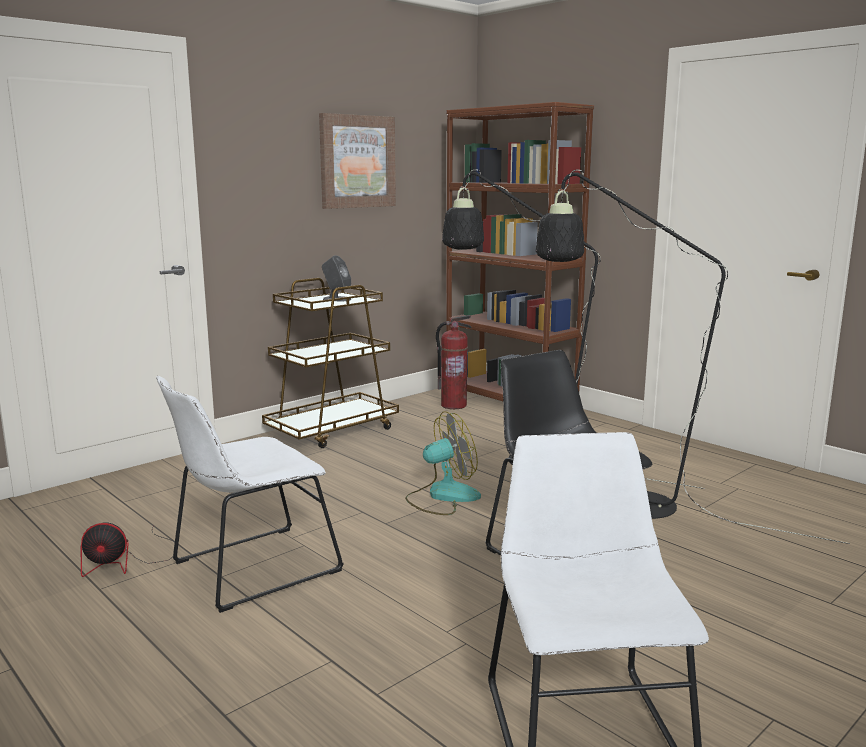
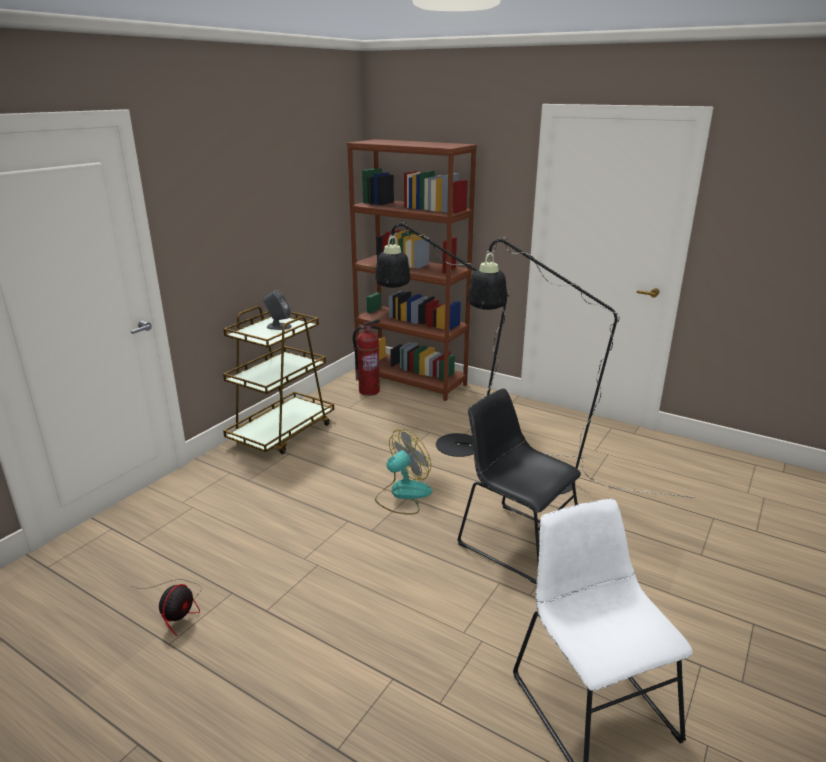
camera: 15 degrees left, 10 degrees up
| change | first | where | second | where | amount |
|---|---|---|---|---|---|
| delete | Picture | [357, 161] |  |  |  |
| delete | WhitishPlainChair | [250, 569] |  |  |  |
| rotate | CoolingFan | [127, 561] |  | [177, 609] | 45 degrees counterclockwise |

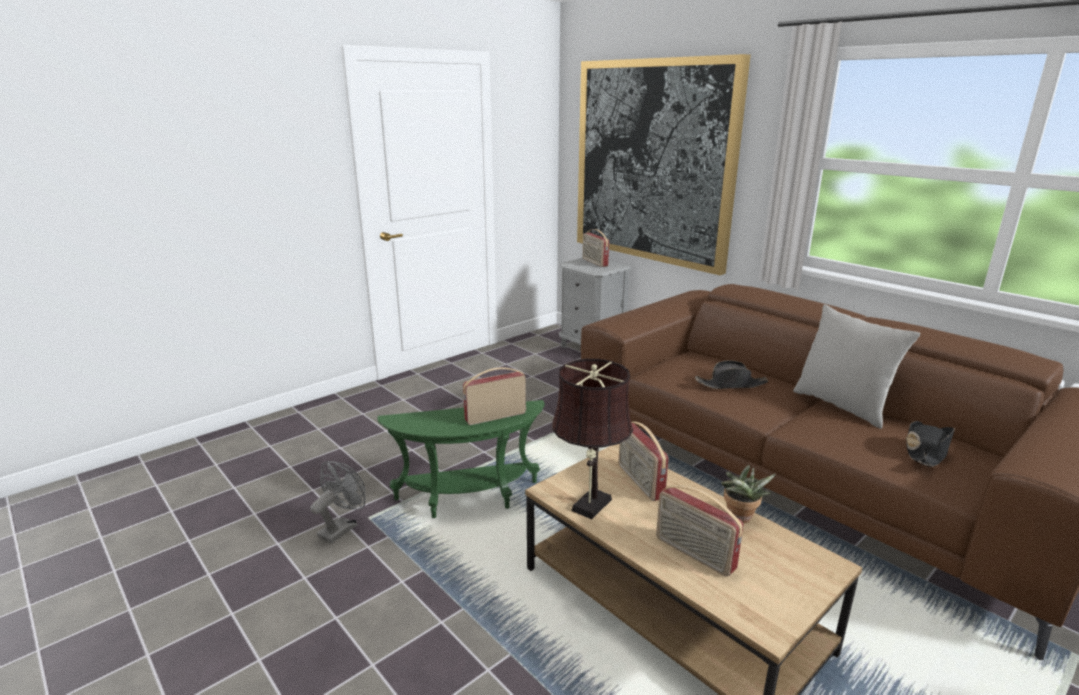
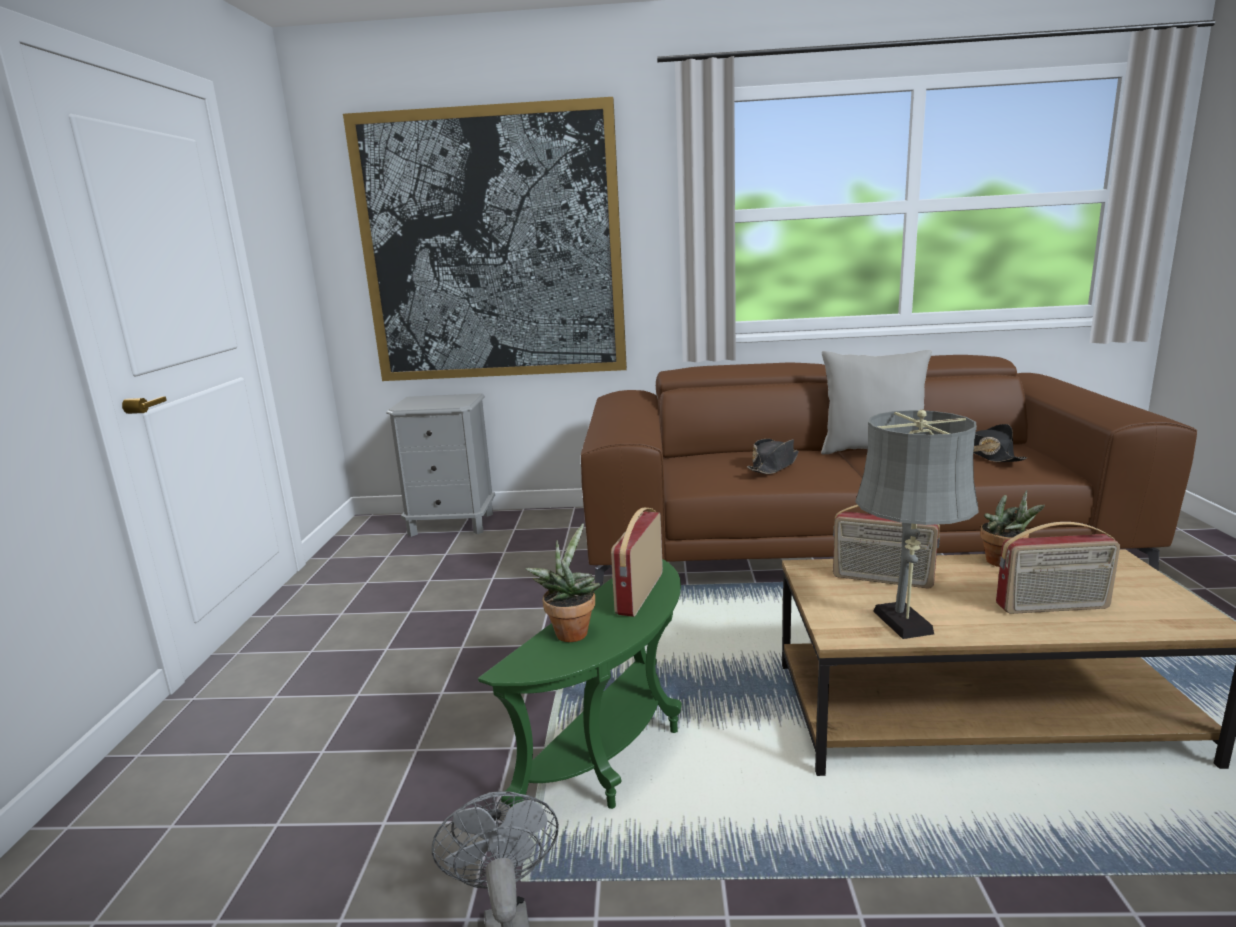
camera: 45 degrees left, 5 degrees down
| change | first | where | second | where | amount |
|---|---|---|---|---|---|
| delete | Radio | [594, 262] |  |  |  |
| recolor | BrownColouredLampForATable | [589, 507] | GreyLampForATable | [906, 625] |  |
| insert |  |  | Houseplant | [570, 631] |  |

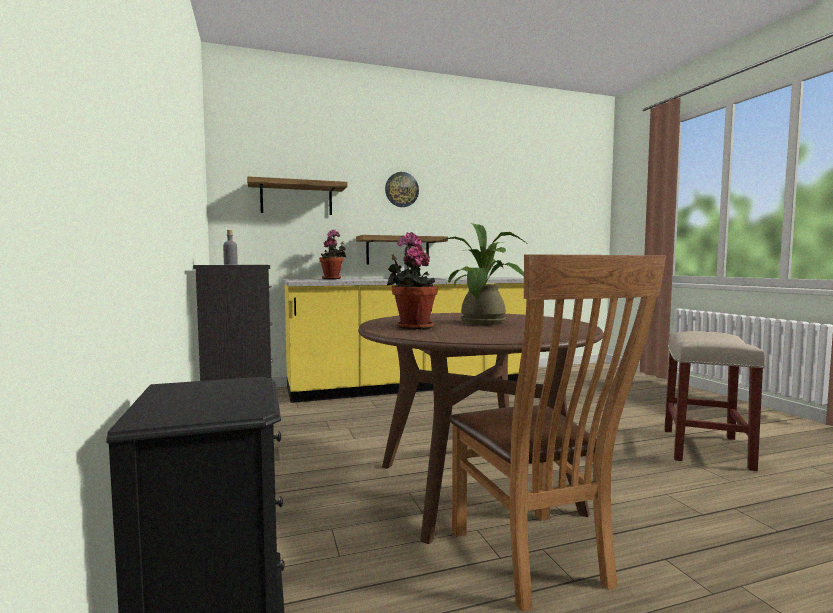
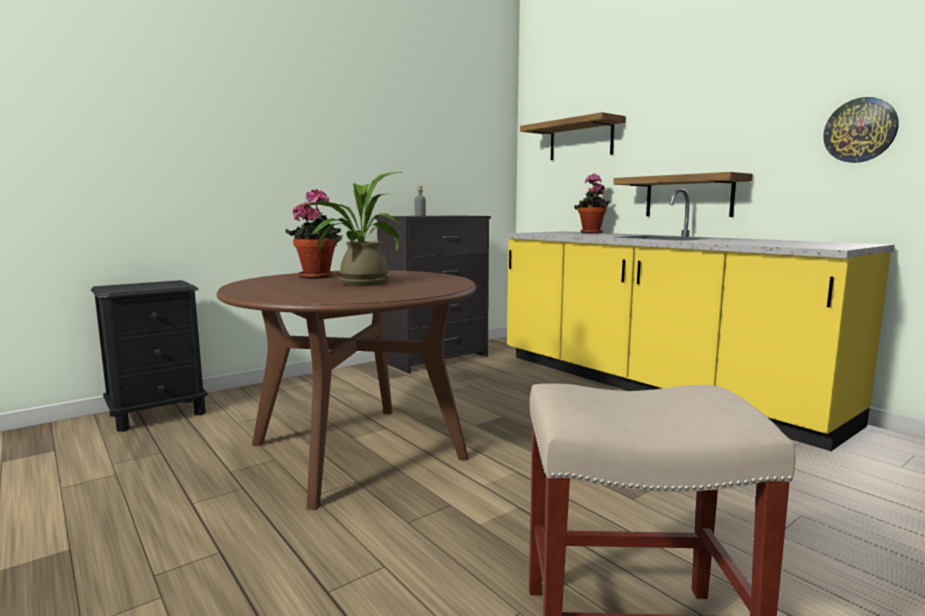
camera: 70 degrees right, 5 degrees up
| change | first | where | second | where | amount |
|---|---|---|---|---|---|
| move | ClockOnTheWall | [401, 189] |  | [860, 130] |  |
| delete | BrownColouredPlainChair | [535, 561] |  |  |  |

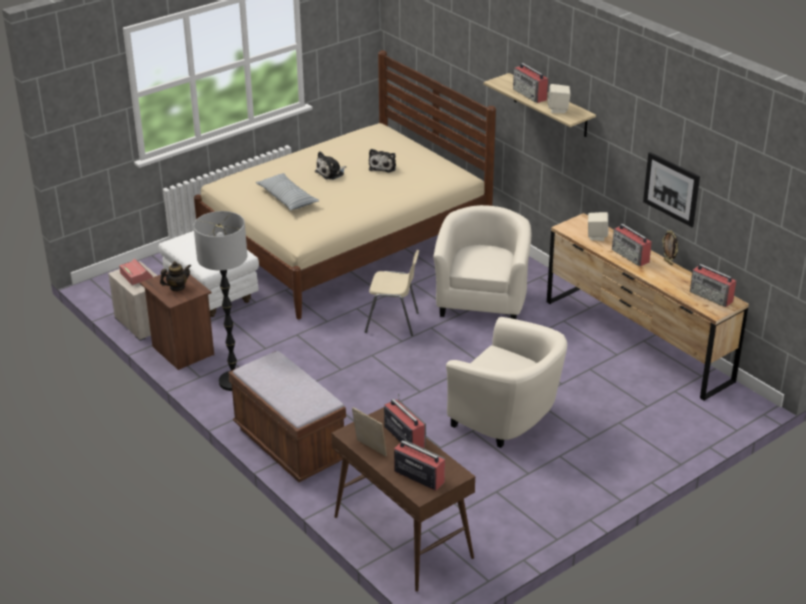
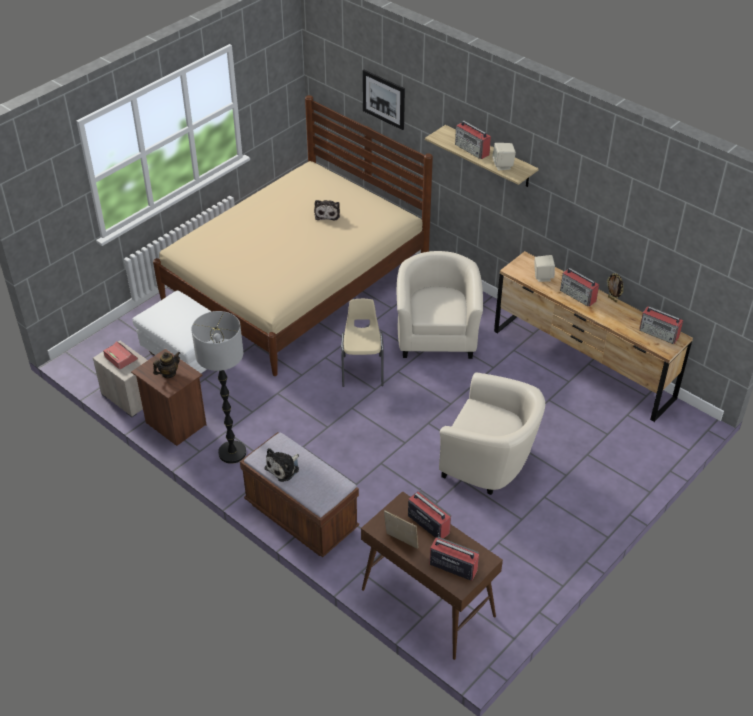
camera: 10 degrees left, 10 degrees up
| change | first | where | second | where | amount |
|---|---|---|---|---|---|
| move | CuddlyToy | [331, 173] |  | [284, 468] |  |
| move | Picture | [671, 189] |  | [383, 99] |  |
| delete | Pillow | [287, 198] |  |  |  |
| rotate | SandColouredPlainChair | [393, 323] |  | [362, 370] | 90 degrees counterclockwise |

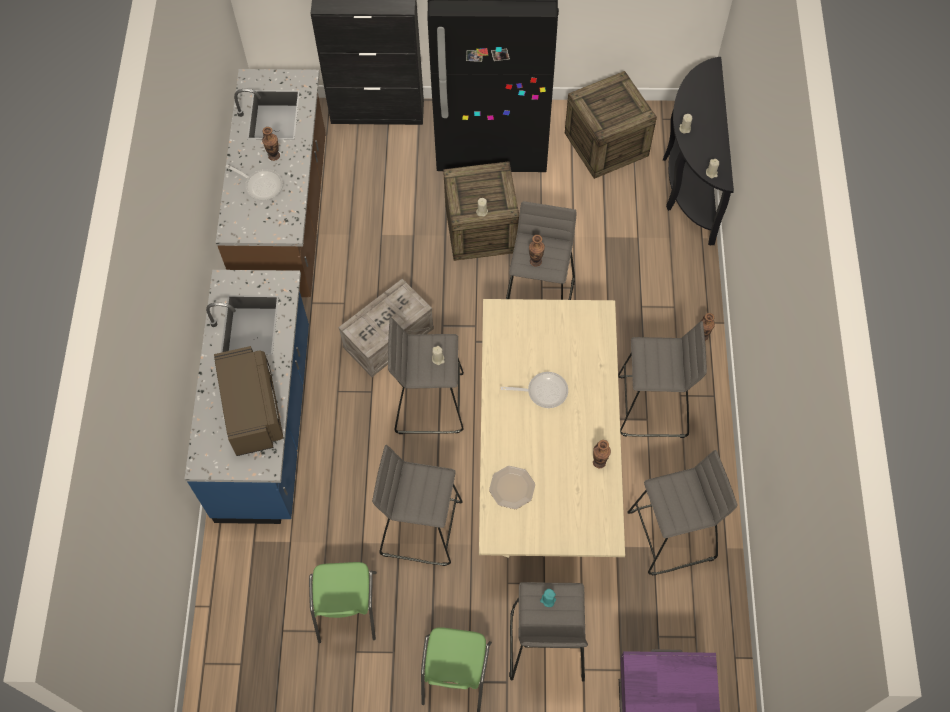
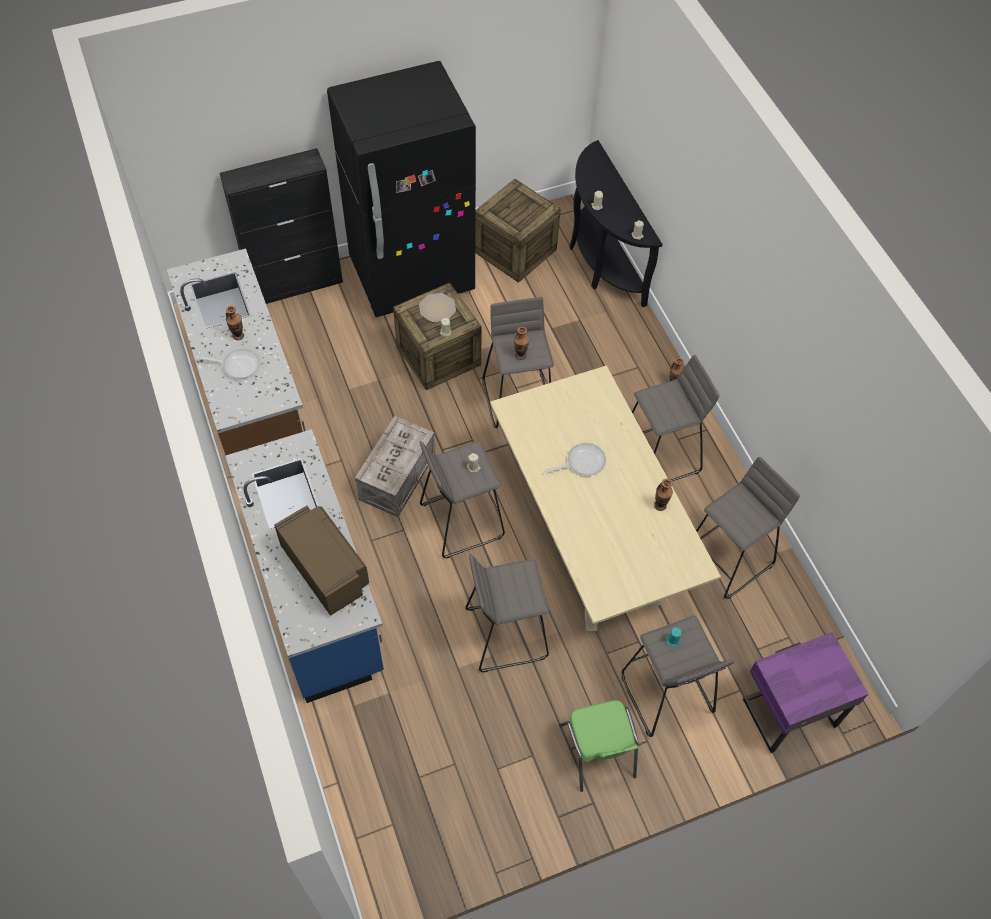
camera: 25 degrees left, 5 degrees down
| change | first | where | second | where | amount |
|---|---|---|---|---|---|
| move | Plate | [512, 488] |  | [437, 308] |  |
| delete | GreenColouredPlainChair | [346, 608] |  |  |  |

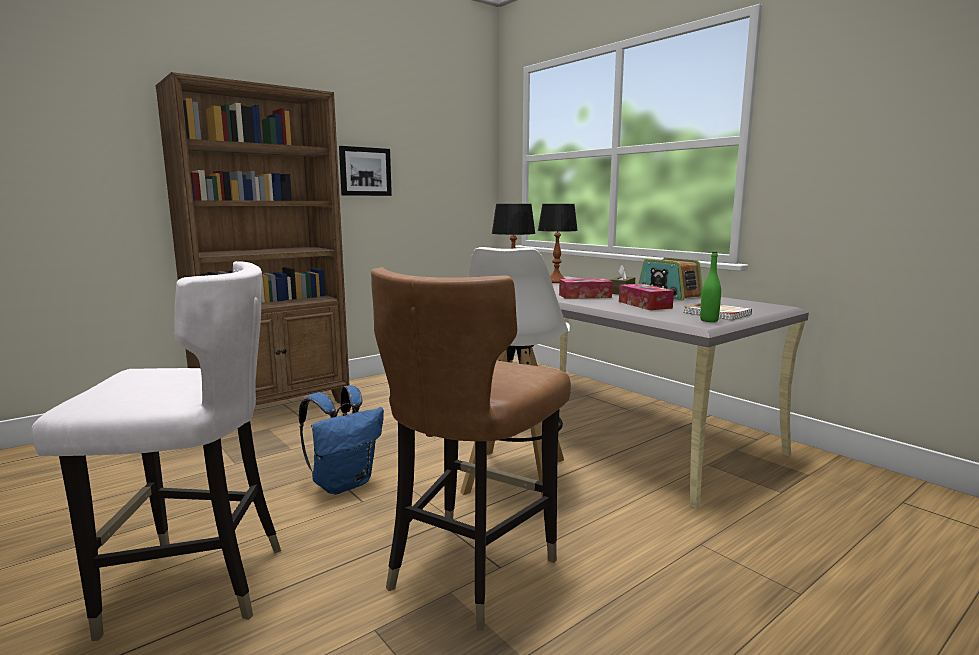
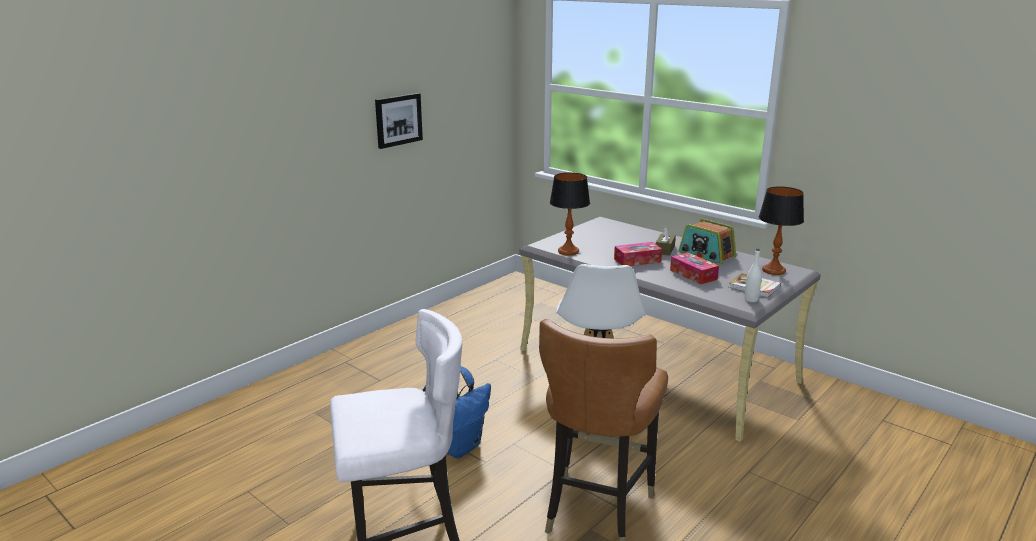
camera: 10 degrees left, 10 degrees up
| change | first | where | second | where | amount |
|---|---|---|---|---|---|
| delete | BrownColouredShelvingUnit | [274, 407] |  |  |  |
| move | LampForATable | [556, 281] |  | [773, 270] |  |
| recolor | GreenColouredBeverageBottle | [709, 320] | WhitishBeverageBottle | [751, 299] |  |

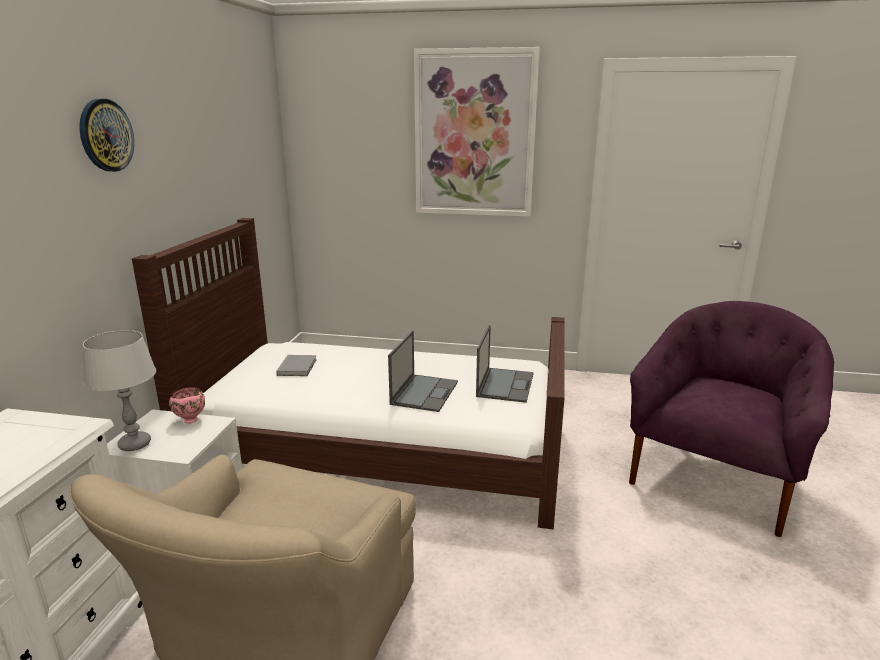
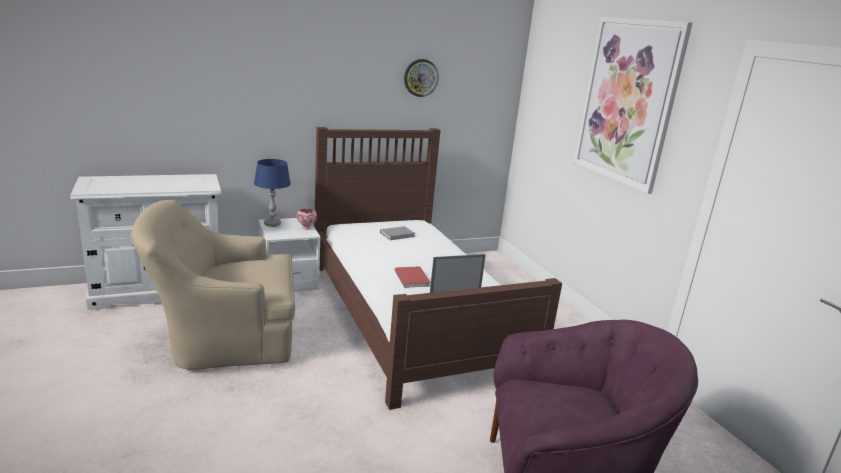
camera: 55 degrees right, 0 degrees up
| change | first | where | second | where | amount |
|---|---|---|---|---|---|
| move | ClockOnTheWall | [106, 135] |  | [420, 77] |  |
| recolor | GreyLampForATable | [135, 444] | BluishLampForATable | [272, 224] |  |
| replace | Laptop | [424, 392] | RedBook | [413, 278] |  |

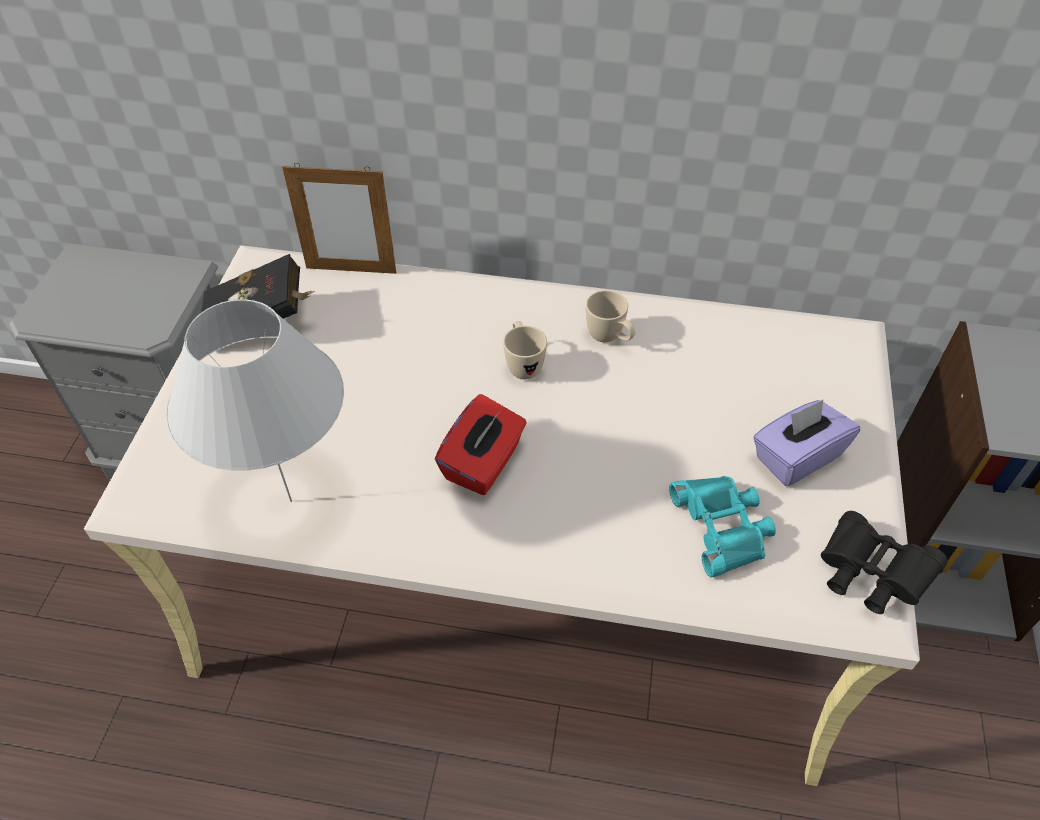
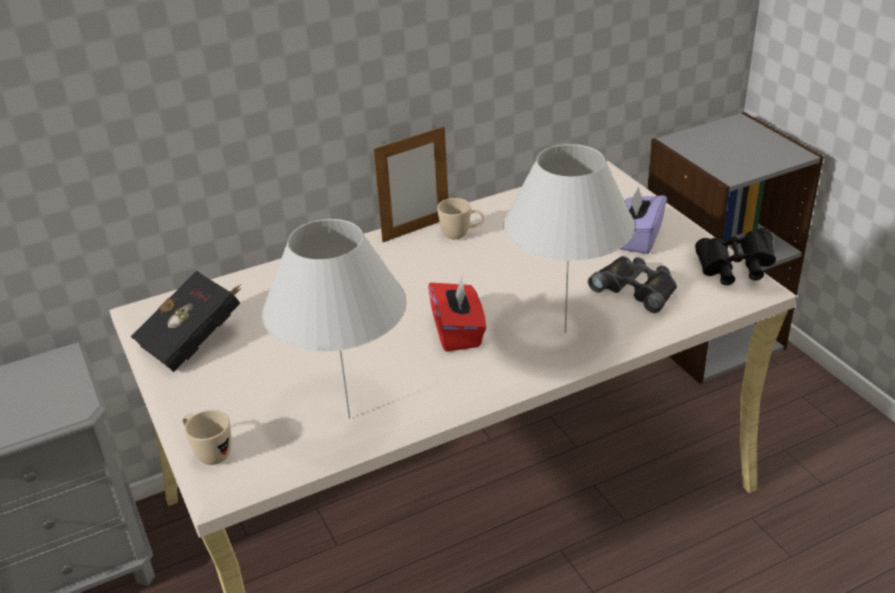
camera: 35 degrees left, 15 degrees down
| change | first | where | second | where | amount |
|---|---|---|---|---|---|
| move | StandingFrame | [351, 270] |  | [416, 229] |  |
| move | SandColouredCoffeeMug | [522, 364] |  | [209, 453] |  |
| recolor | TurquoiseColouredBinoculars | [723, 526] | BlackBinoculars | [636, 288] |  |
| insert |  |  | WhitishLampForATable | [564, 332] |  |

